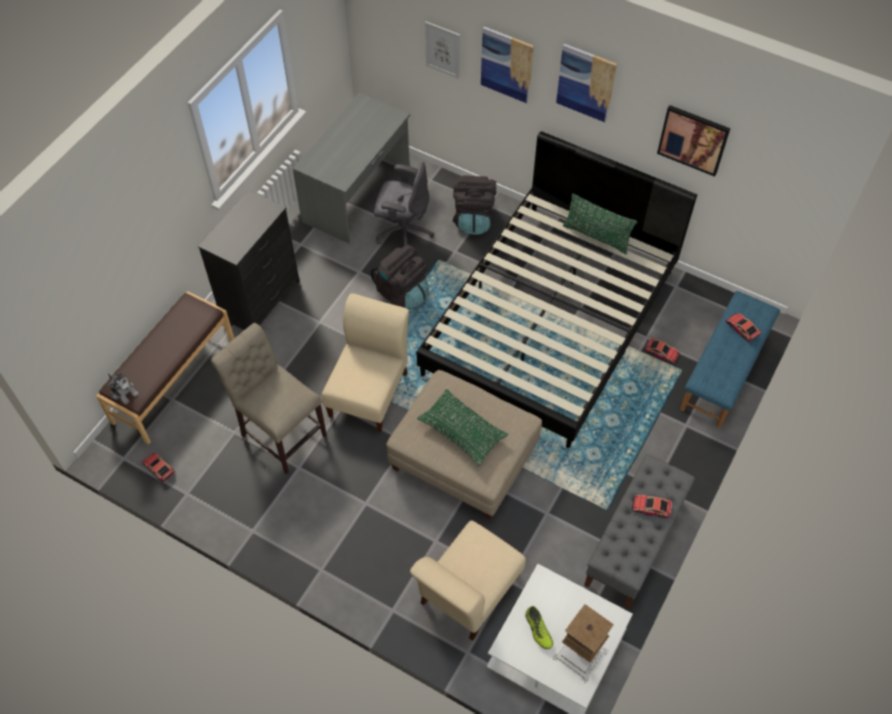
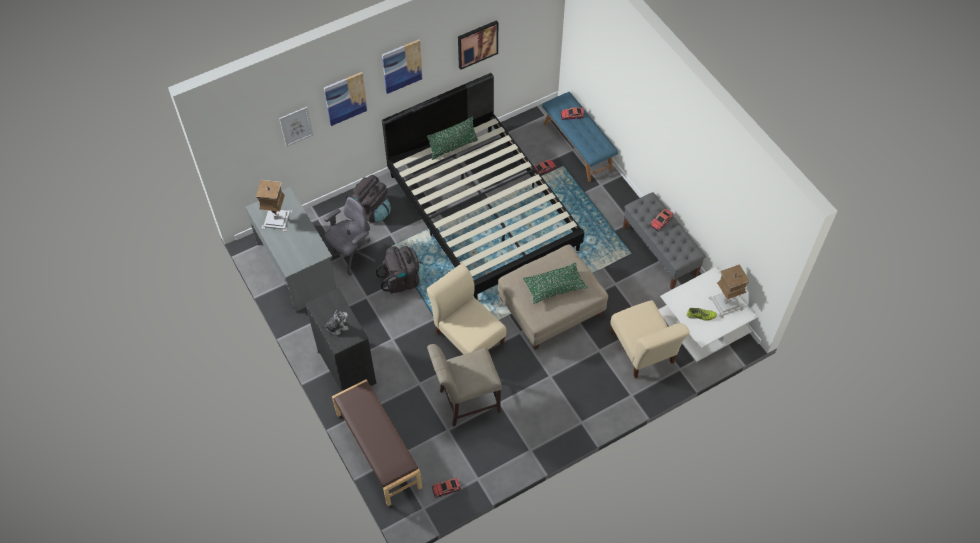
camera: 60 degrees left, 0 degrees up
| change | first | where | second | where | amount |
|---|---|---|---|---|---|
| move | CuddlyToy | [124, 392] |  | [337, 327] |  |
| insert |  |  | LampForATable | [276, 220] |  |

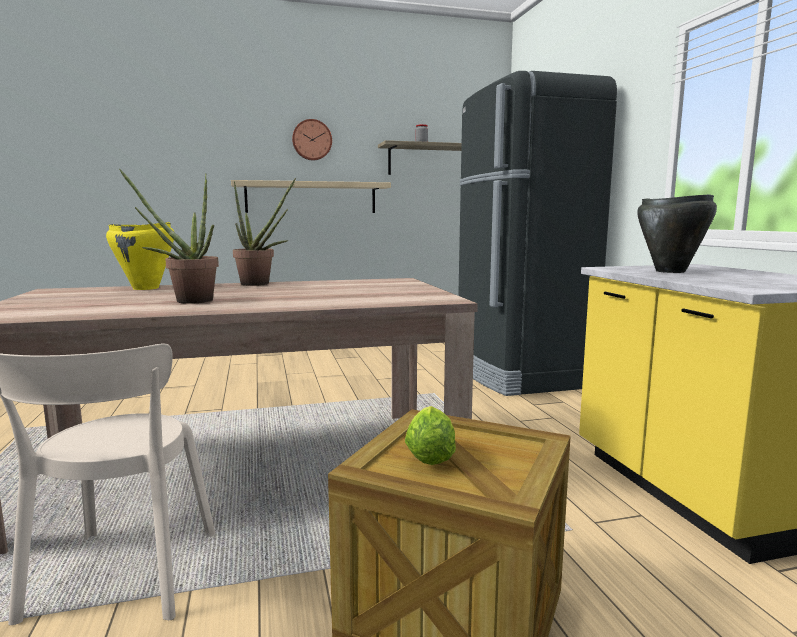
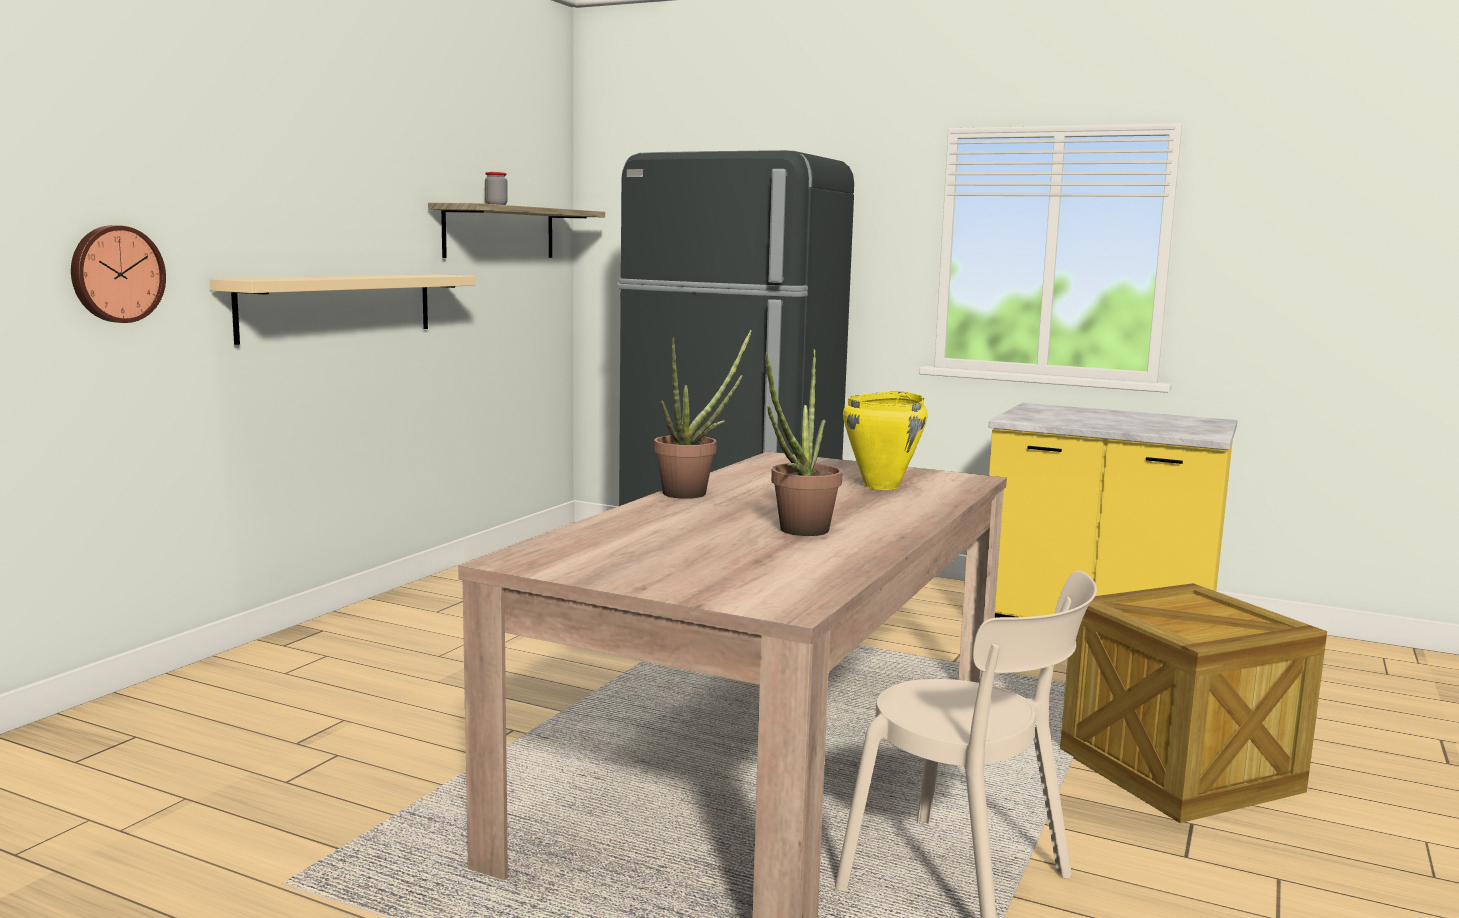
camera: 50 degrees left, 0 degrees up
| change | first | where | second | where | amount |
|---|---|---|---|---|---|
| move | ClockOnTheWall | [312, 140] |  | [115, 274] |  |
| delete | BlackStockpot | [670, 271] |  |  |  |
| move | YellowishStockpot | [146, 288] |  | [882, 486] |  |
| delete | LettuceHead | [430, 454] |  |  |  |

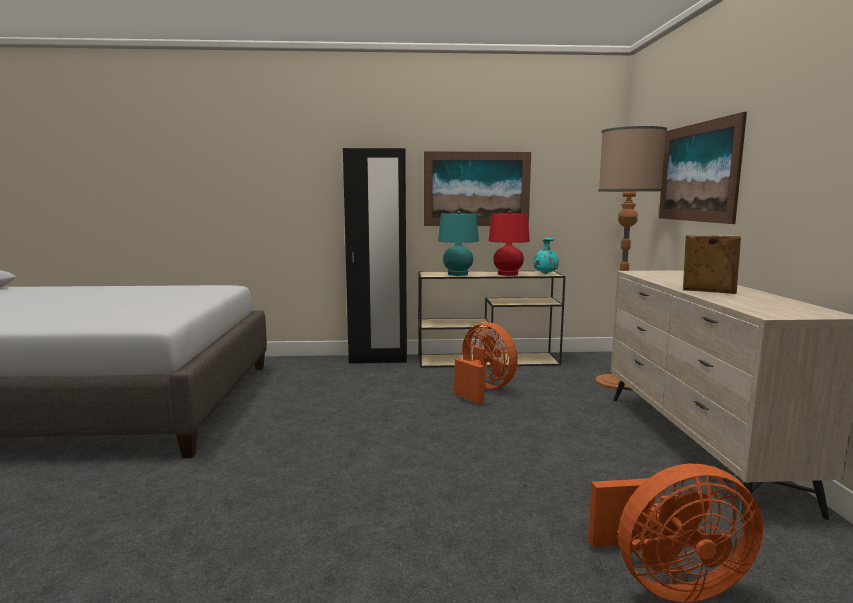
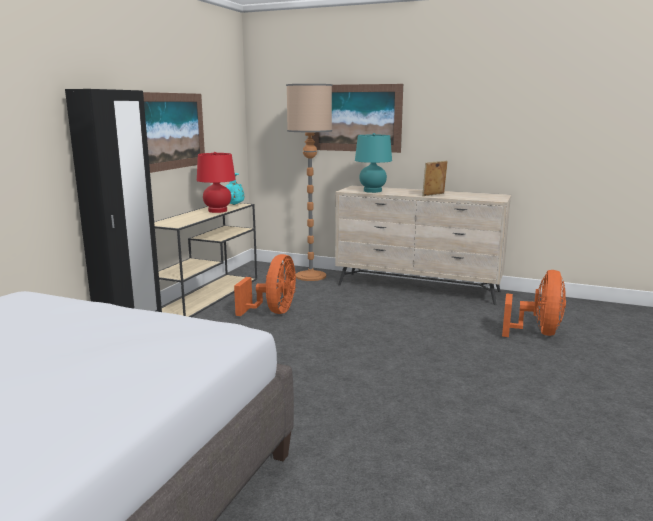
camera: 65 degrees left, 5 degrees up
| change | first | where | second | where | amount |
|---|---|---|---|---|---|
| move | TurquoiseColouredLampForATable | [458, 274] |  | [372, 191] |  |
| rotate | OrangeCoolingFan | [483, 390] |  | [273, 312] | 120 degrees clockwise |

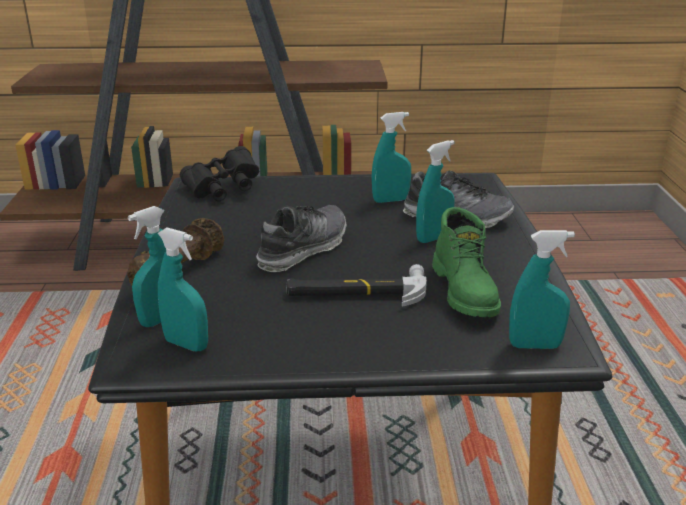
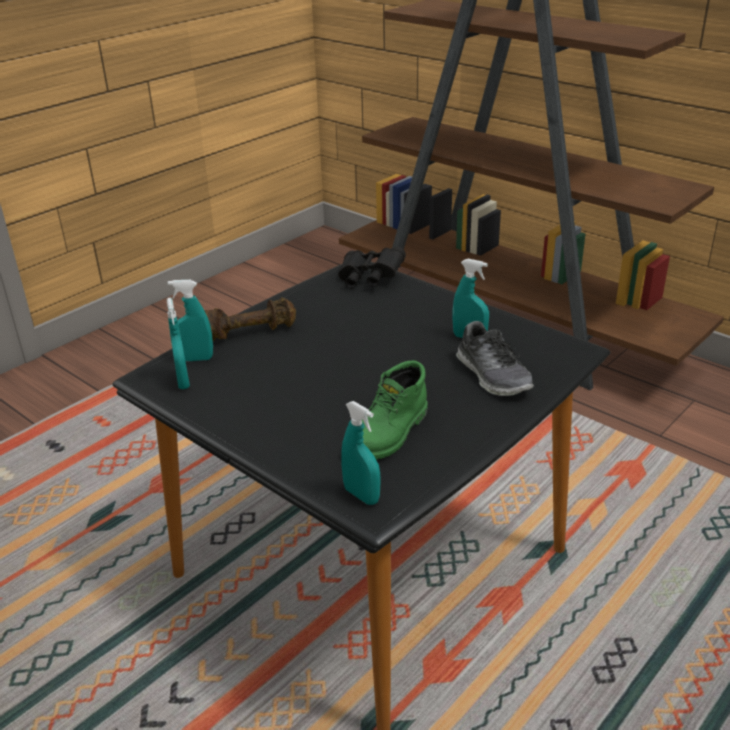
camera: 45 degrees right, 5 degrees up
| change | first | where | second | where | amount |
|---|---|---|---|---|---|
| delete | TurquoiseColouredHandSprayer | [433, 238] |  |  |  |
| delete | Shoe | [303, 249] |  |  |  |
| delete | Hammer | [356, 292] |  |  |  |

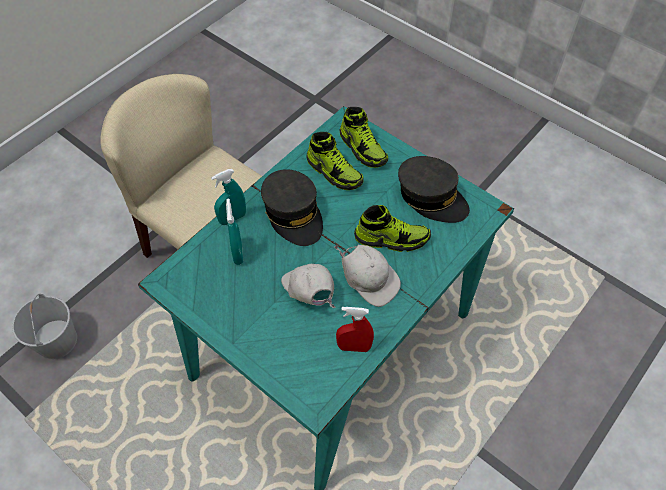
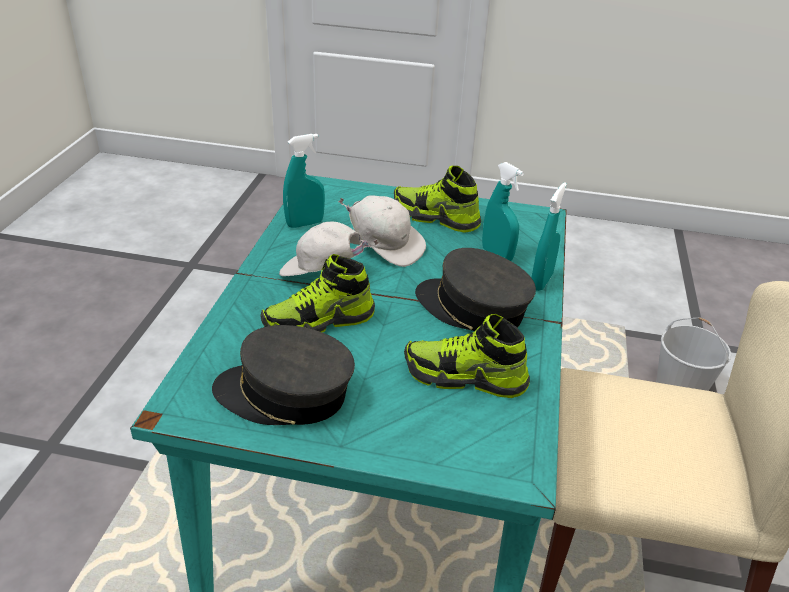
camera: 150 degrees right, 20 degrees down
| change | first | where | second | where | amount |
|---|---|---|---|---|---|
| move | Shoe | [363, 148] |  | [435, 217] |  |
| recolor | RedHandSprayer | [354, 347] | TurquoiseColouredHandSprayer | [305, 224] |  |

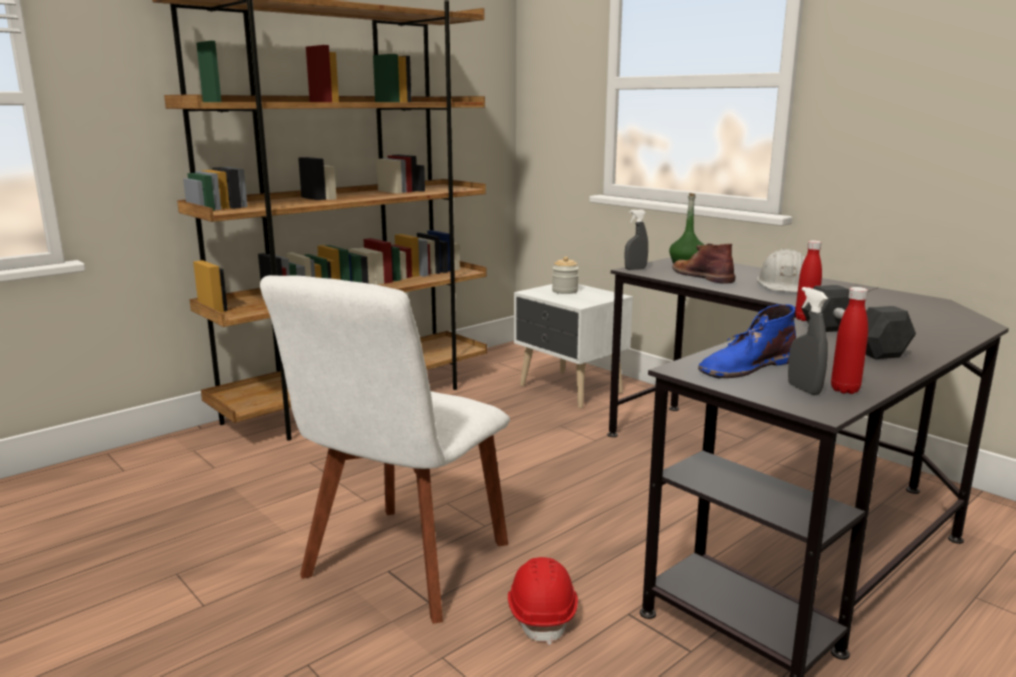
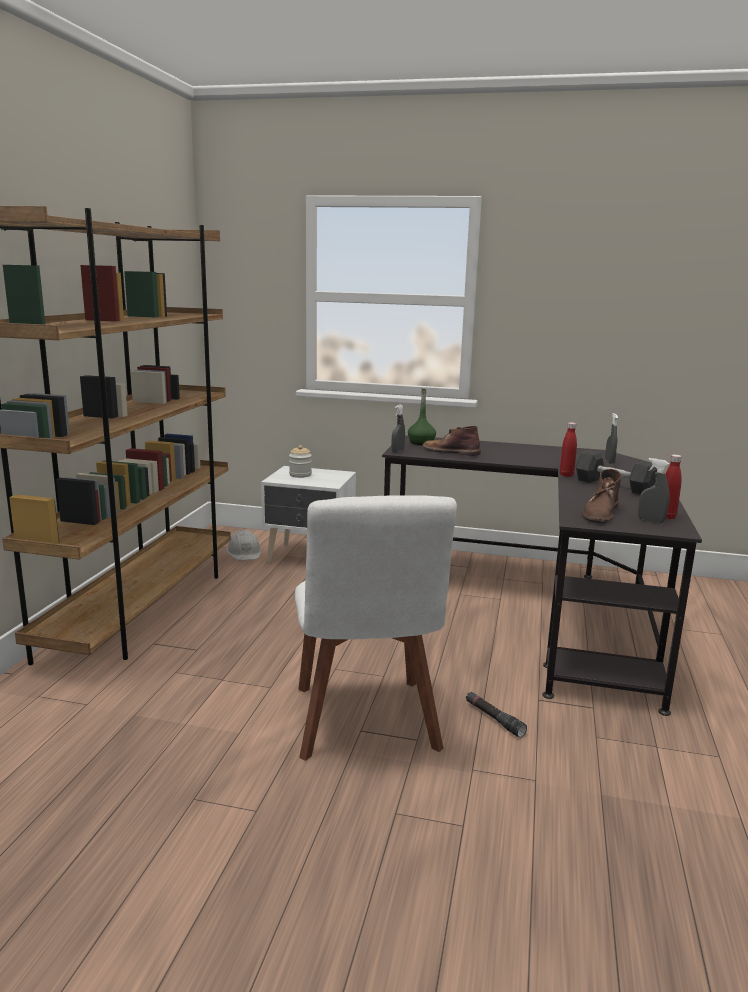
camera: 35 degrees left, 0 degrees up
| change | first | where | second | where | amount |
|---|---|---|---|---|---|
| move | WhitishSafetyHelmet | [785, 285] |  | [244, 552] |  |
| recolor | BluishTallBoot | [746, 366] | BrownColouredTallBoot | [600, 513] |  |
| replace | RedSafetyHelmet | [542, 614] | BlackHandTorch | [494, 719] |  |
| insert |  |  | GreyHandSprayer | [609, 462] |  |

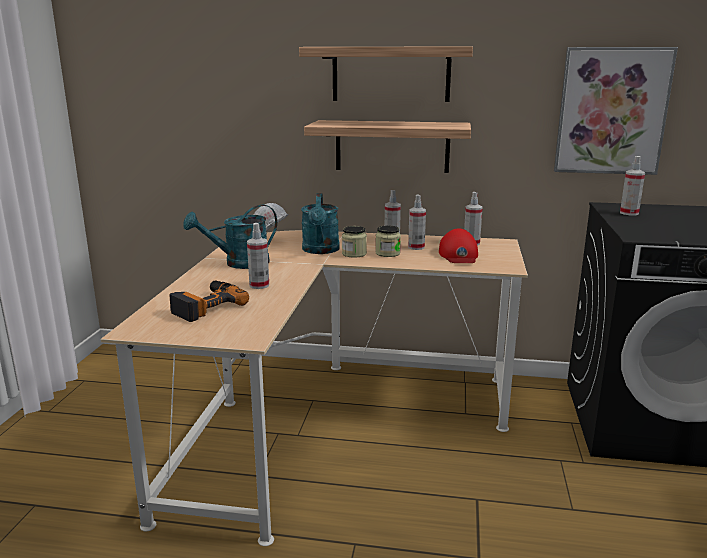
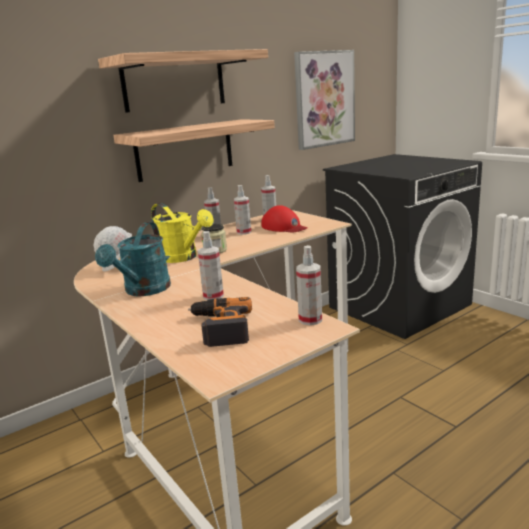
camera: 45 degrees left, 0 degrees up
| change | first | where | second | where | amount |
|---|---|---|---|---|---|
| move | HandSprayer | [629, 213] |  | [310, 319] |  |
| recolor | TurquoiseColouredWateringPot | [321, 250] | YellowishWateringPot | [183, 258] |  |
| delete | PreserveJar | [387, 253] |  |  |  |

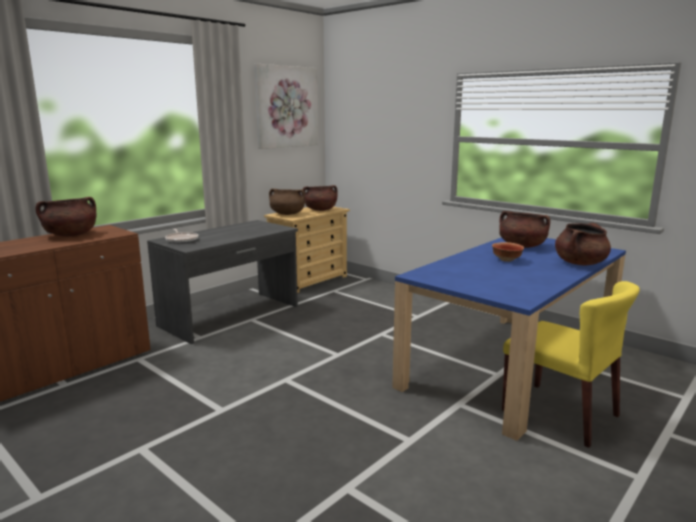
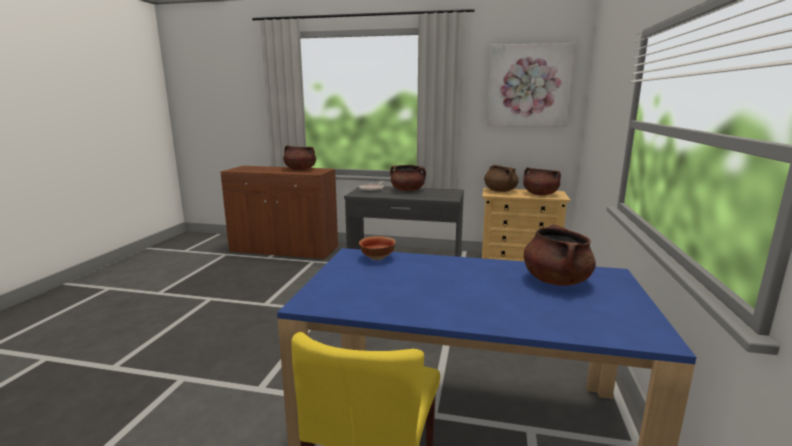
camera: 60 degrees right, 0 degrees up
| change | first | where | second | where | amount |
|---|---|---|---|---|---|
| move | BrownColouredStockpot | [580, 263] |  | [407, 190] |  |
| move | Bowl | [507, 260] |  | [378, 258] |  |

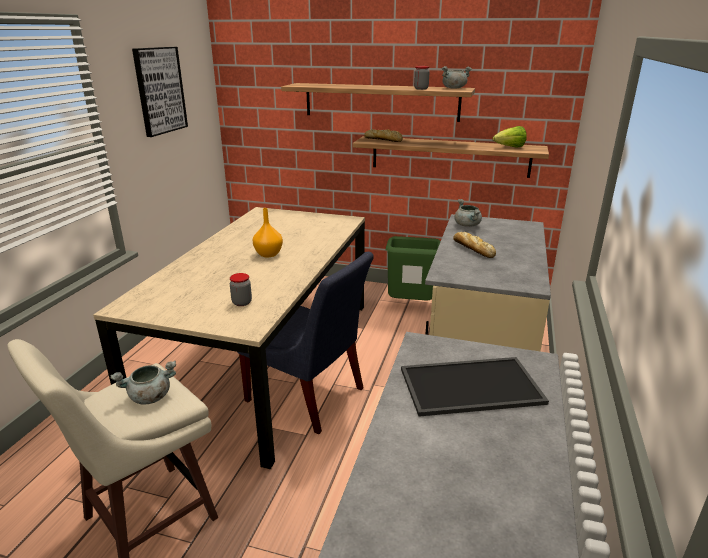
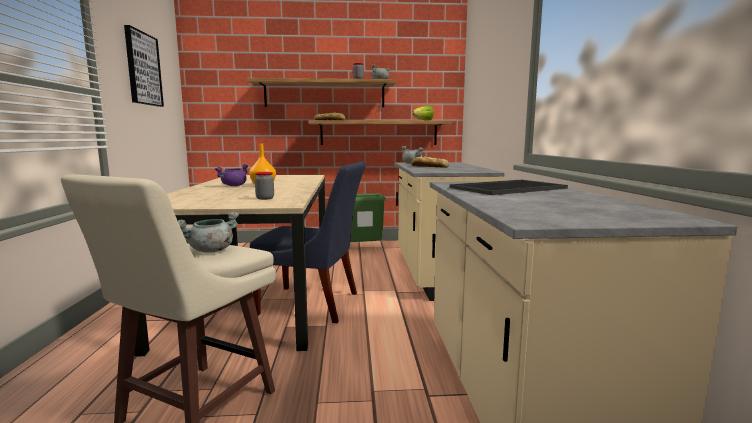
camera: 20 degrees left, 15 degrees down
| change | first | where | second | where | amount |
|---|---|---|---|---|---|
| insert |  |  | PurpleColouredStockpot | [234, 186] |  |

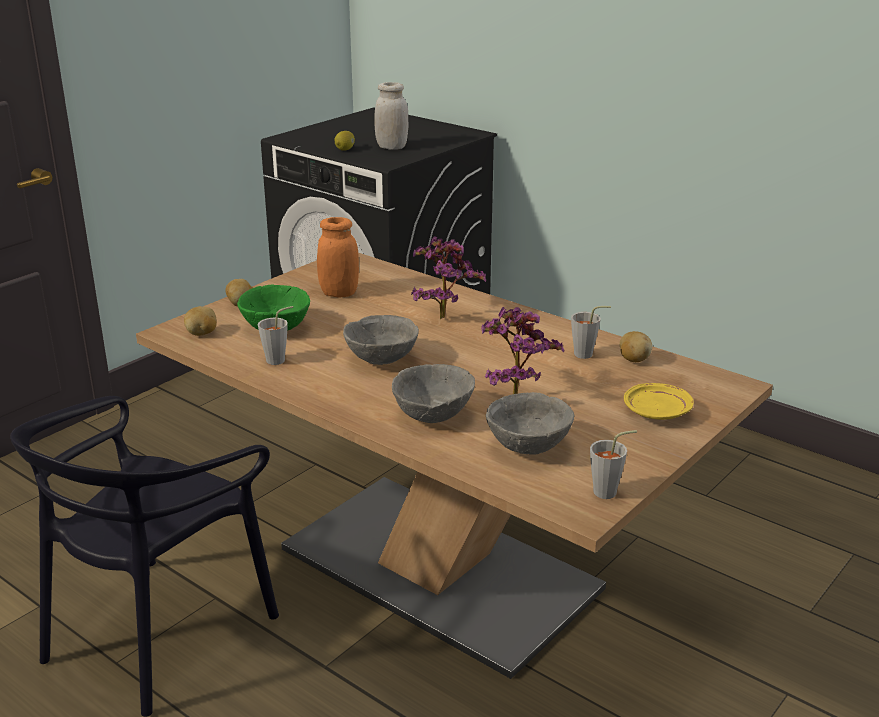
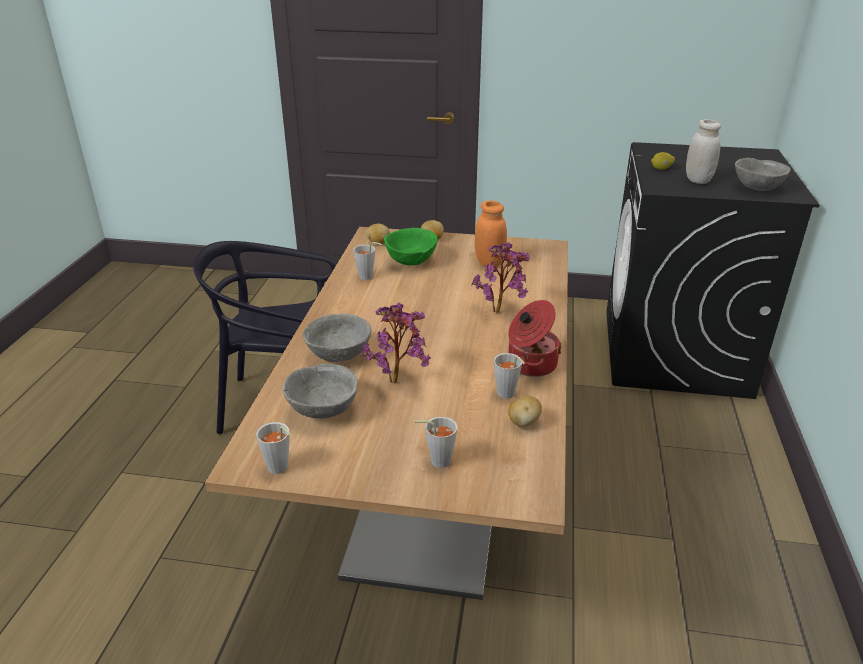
camera: 60 degrees right, 5 degrees up
| change | first | where | second | where | amount |
|---|---|---|---|---|---|
| move | GreyBowl | [380, 360] |  | [756, 188] |  |
| replace | YellowishPlate | [657, 412] | GreyCup | [436, 461] |  |
| insert |  |  | Stockpot | [530, 364] |  |

